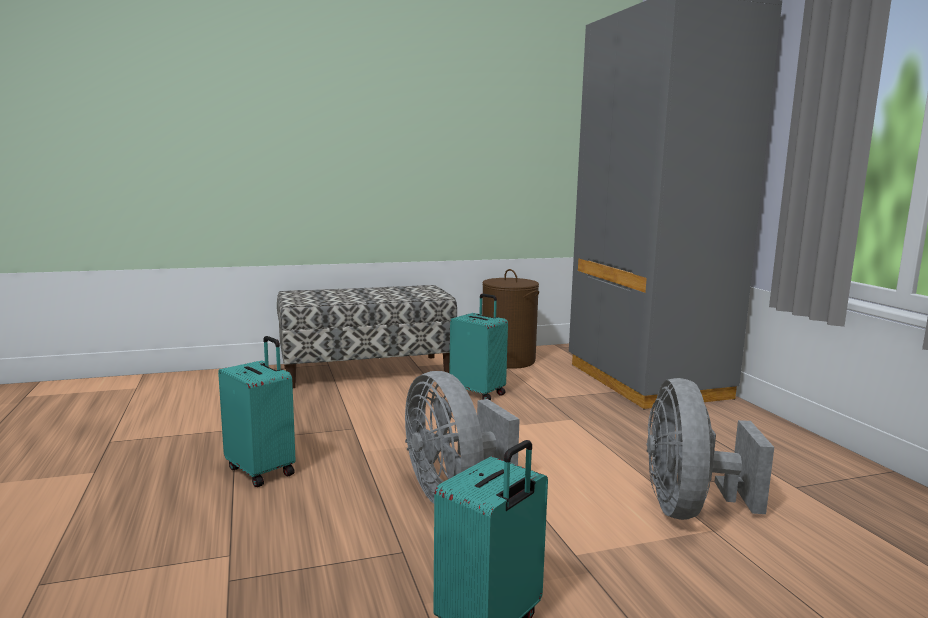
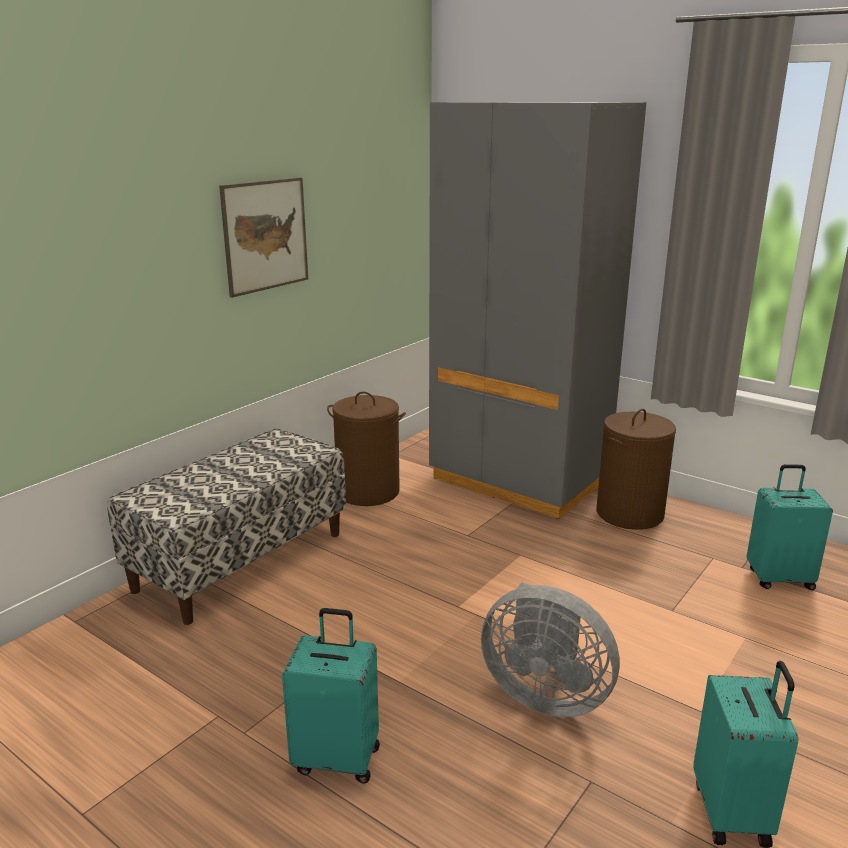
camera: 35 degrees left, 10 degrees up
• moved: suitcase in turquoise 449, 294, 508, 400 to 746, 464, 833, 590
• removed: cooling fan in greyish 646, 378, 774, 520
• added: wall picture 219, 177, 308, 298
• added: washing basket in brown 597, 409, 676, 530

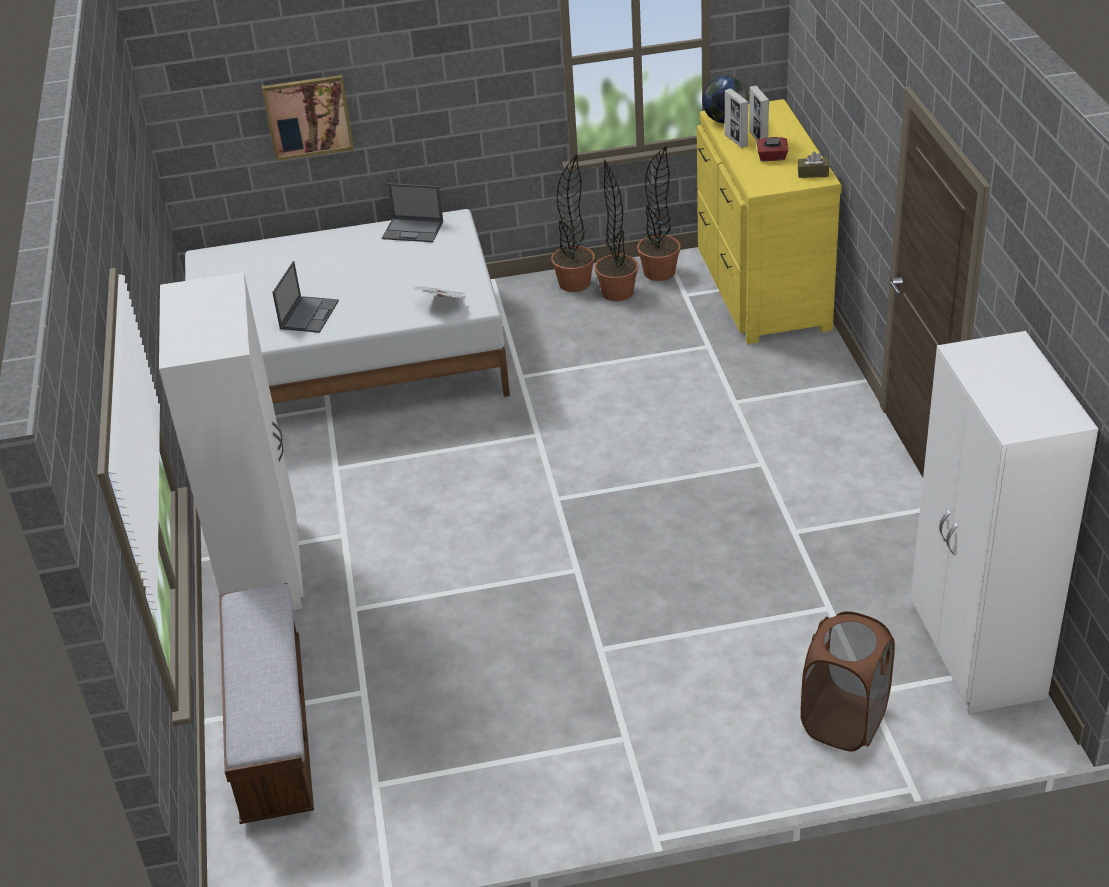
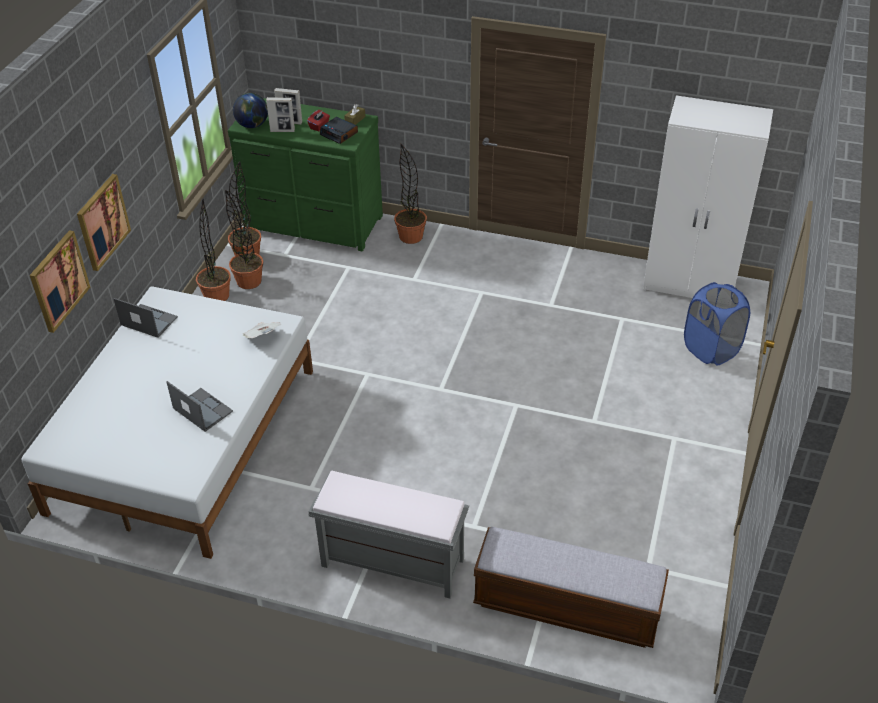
camera: 65 degrees left, 5 degrees up
• replaced: clothes cupboard in white-coloured 159, 272, 303, 610 to long seat in greyish 308, 471, 469, 599
• turned: notebook computer 382, 183, 443, 242 = 113, 298, 178, 338 105 degrees counterclockwise
• recoloured: chest of drawers in yellow-coloured 697, 99, 842, 344 to chest of drawers in green-coloured 228, 98, 383, 251
• recoloured: washing basket in brown 801, 611, 895, 752 to washing basket in blue-coloured 684, 282, 750, 366
• added: wall picture 77, 174, 131, 271
• added: table clock 320, 117, 358, 144
• added: houseplant 394, 144, 427, 244

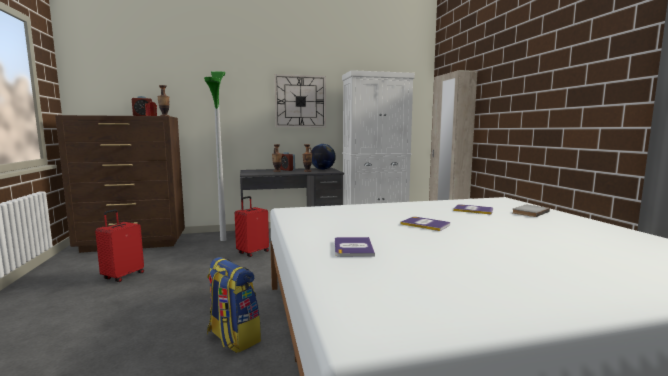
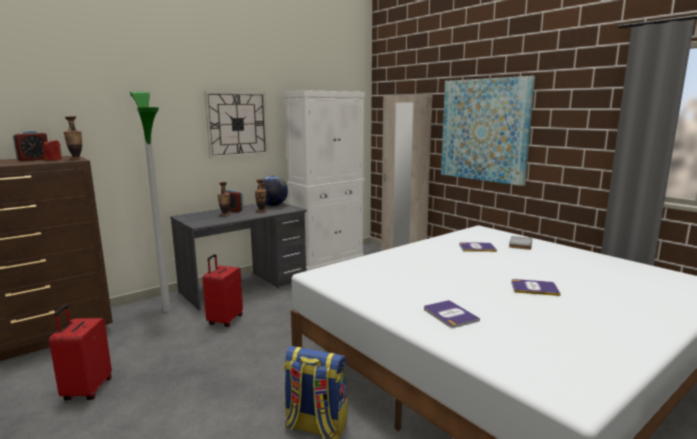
camera: 25 degrees left, 5 degrees up
• moved: bound book 400, 217, 450, 231 to 511, 279, 561, 296
• added: wall picture 441, 76, 535, 186

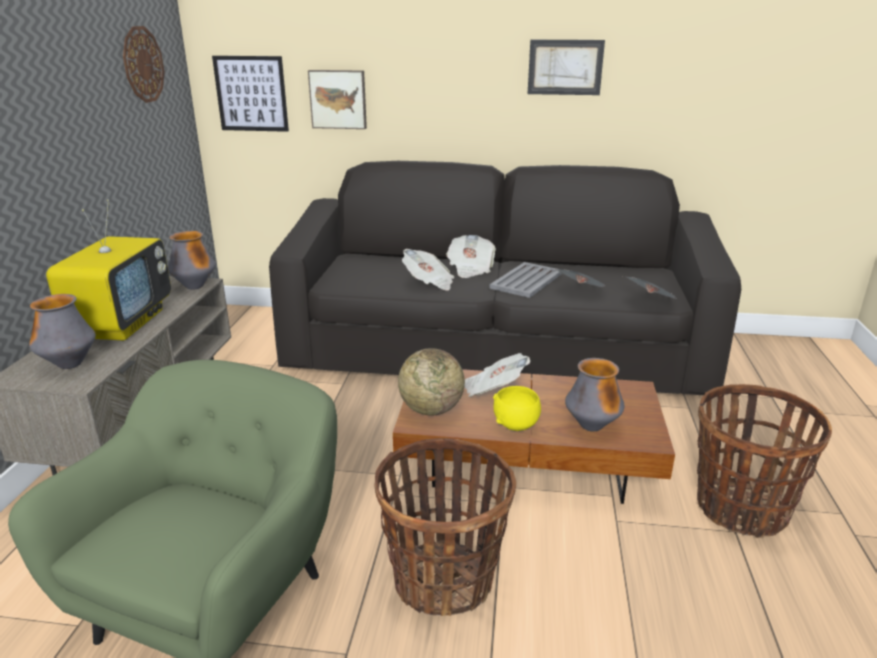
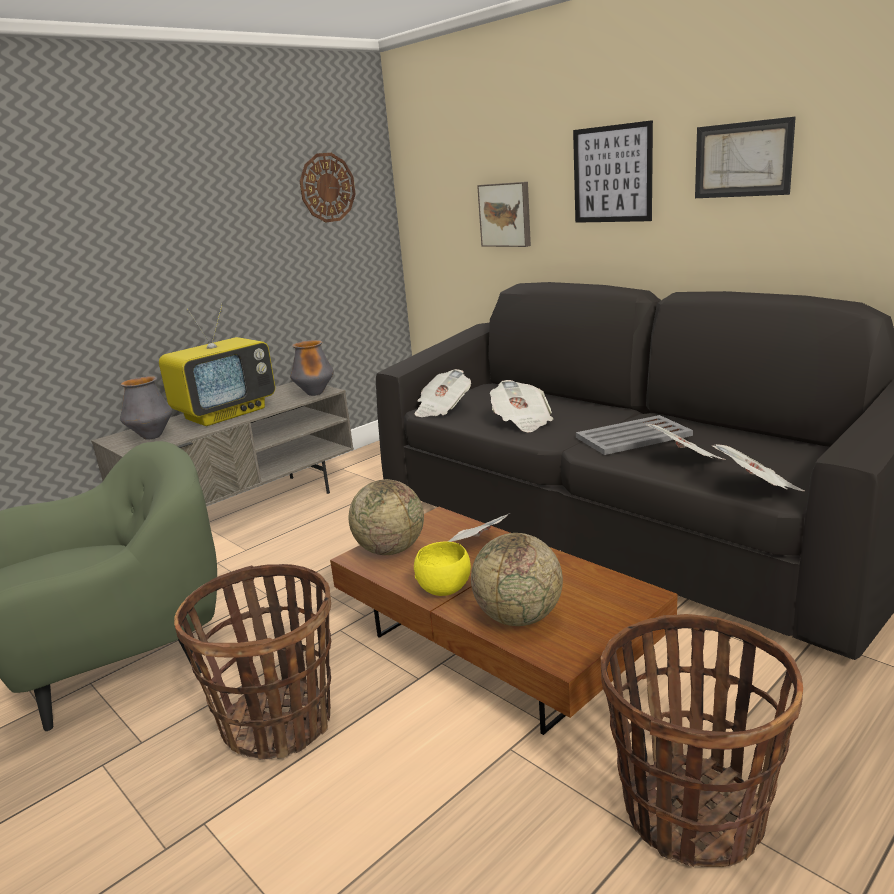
camera: 40 degrees right, 5 degrees down
• moved: wall picture 212, 56, 289, 132 to 573, 120, 653, 223
• moved: newspaper 446, 235, 496, 278 to 414, 369, 471, 417
• replaced: flower vase 565, 358, 625, 432 to desk globe 471, 533, 563, 626

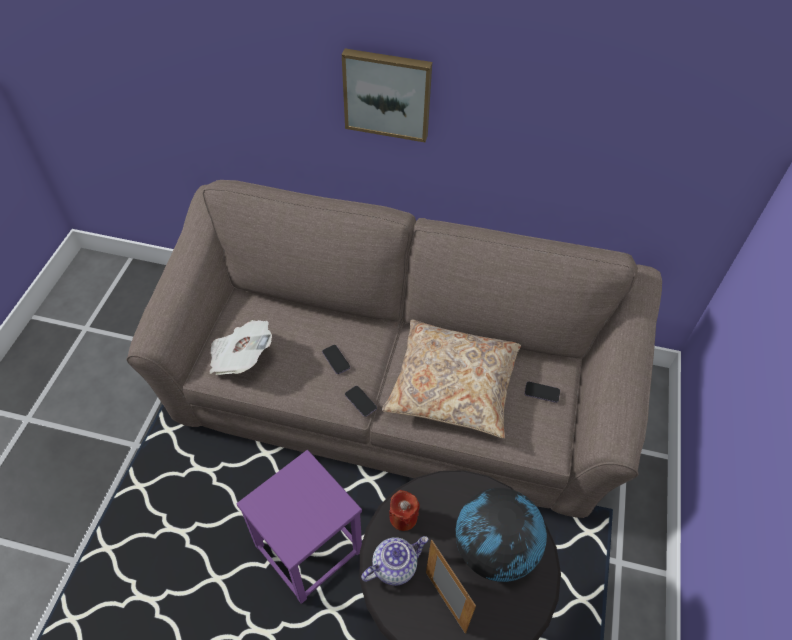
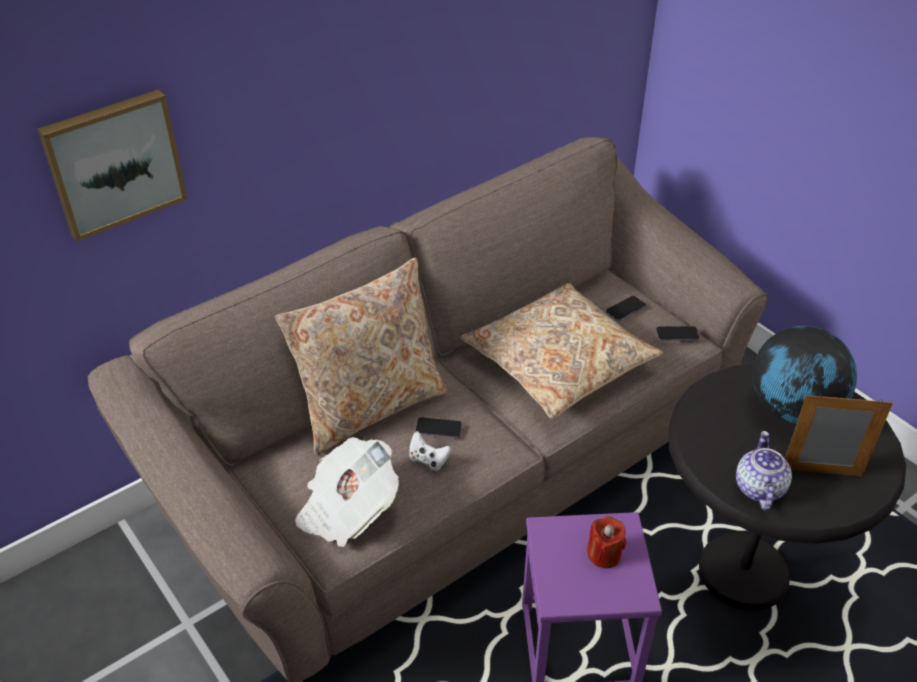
camera: 50 degrees left, 10 degrees down
• moved: wall picture 342, 49, 432, 142 to 37, 89, 188, 241
• moved: handset 345, 386, 377, 417 to 656, 326, 699, 341
• moved: wax light in reddish 389, 490, 420, 531 to 587, 516, 626, 568
• added: cushion in beige-coloured 275, 257, 447, 455
• added: joypad in white-coloured 409, 431, 452, 471

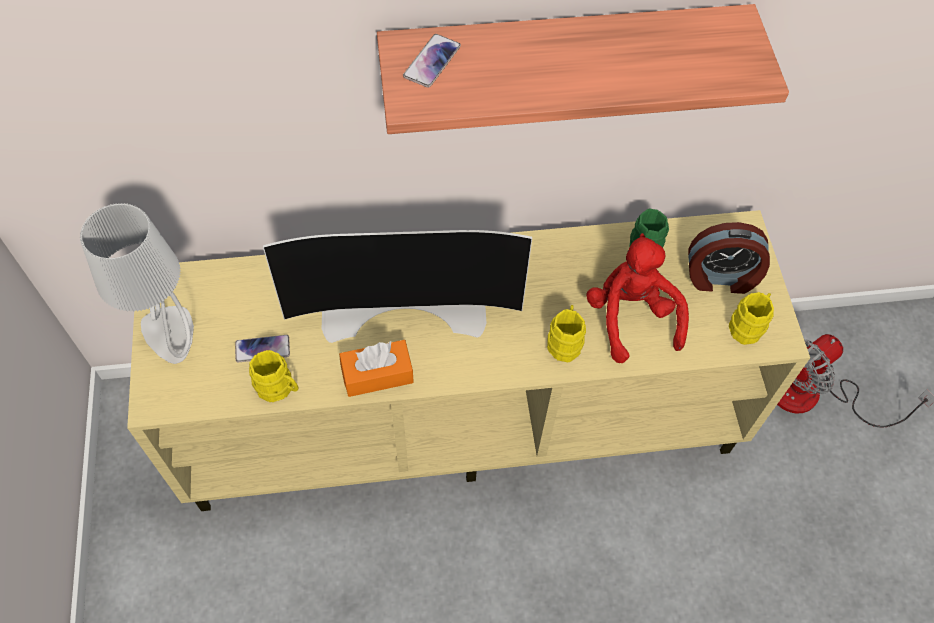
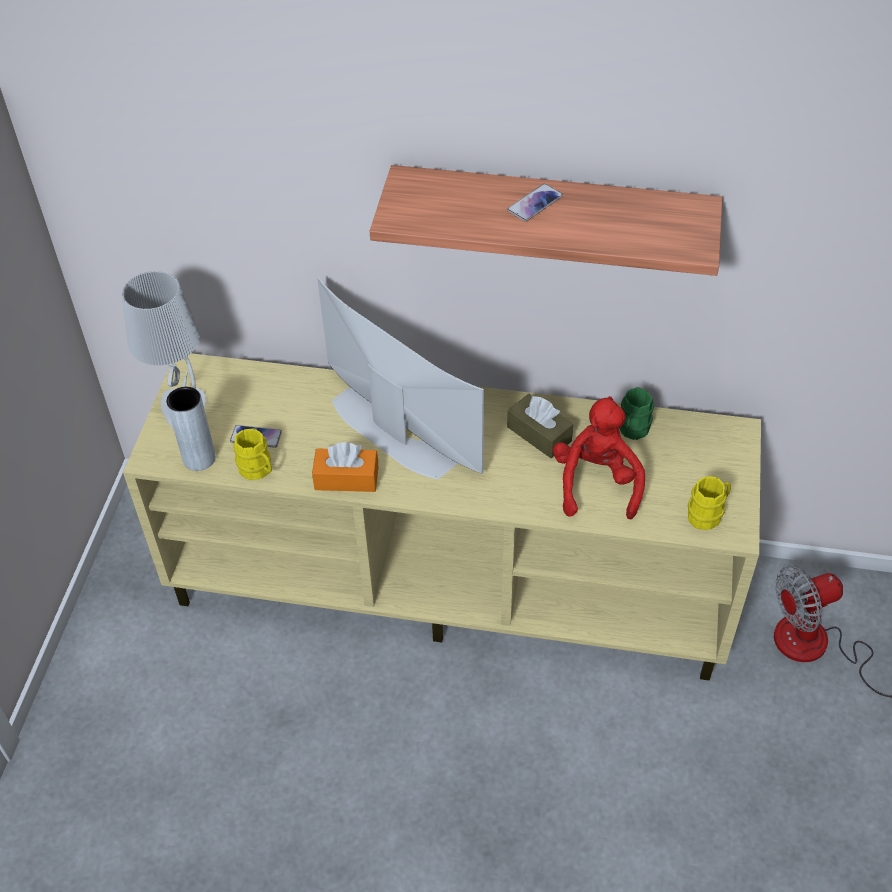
camera: 20 degrees right, 10 degrees down
• turned: TV 263, 230, 532, 343 = 317, 277, 484, 479 150 degrees counterclockwise
• moved: handset 403, 34, 461, 88 to 507, 184, 563, 221
• removed: mug in yellow-coloured 547, 305, 586, 362
• removed: table clock 688, 222, 770, 294
• added: flower vase in greyish 166, 387, 216, 471
• added: box of tissues in brown 507, 394, 573, 458

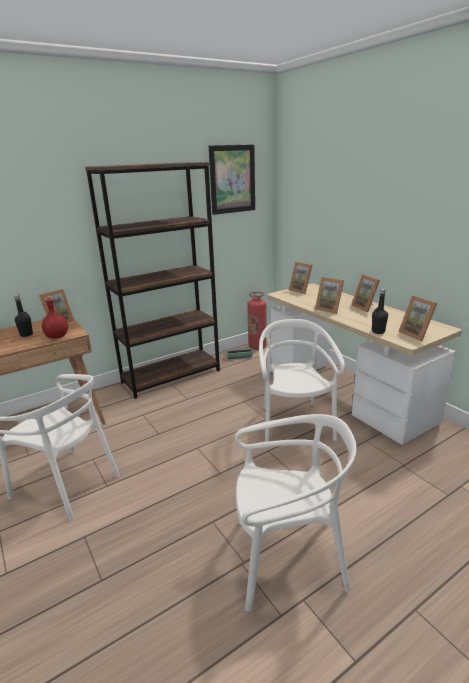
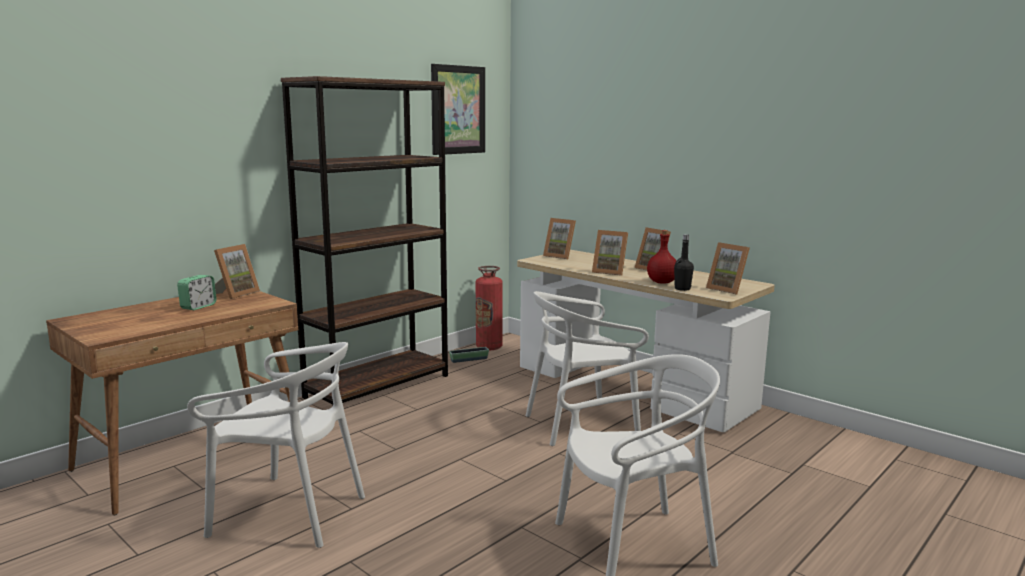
camera: 15 degrees left, 10 degrees down
• replaced: bottle in black 14, 295, 33, 337 to table clock 177, 275, 217, 310
• moved: bottle in reddish 42, 296, 68, 339 to 647, 230, 676, 284
• turned: upright chair in white-coloured 259, 319, 345, 442 = 526, 291, 649, 446 90 degrees counterclockwise

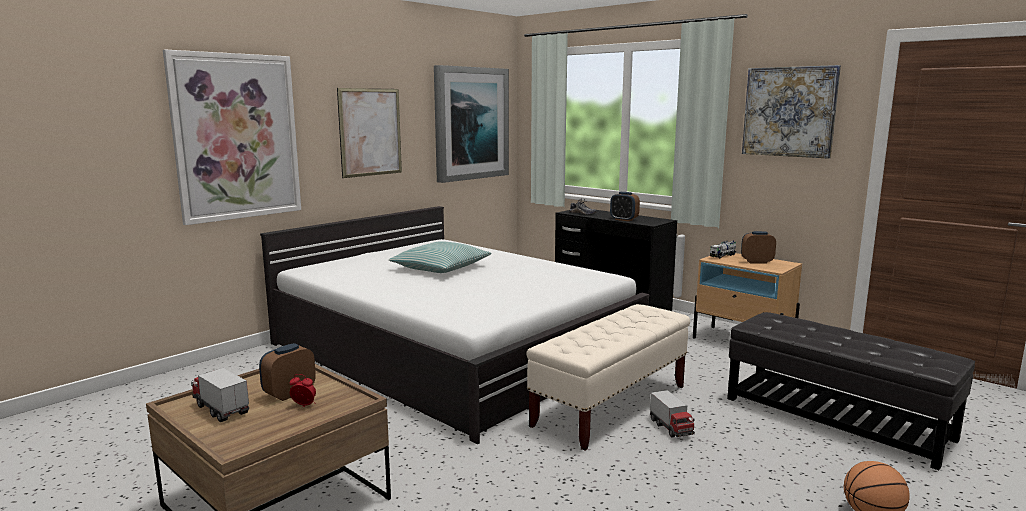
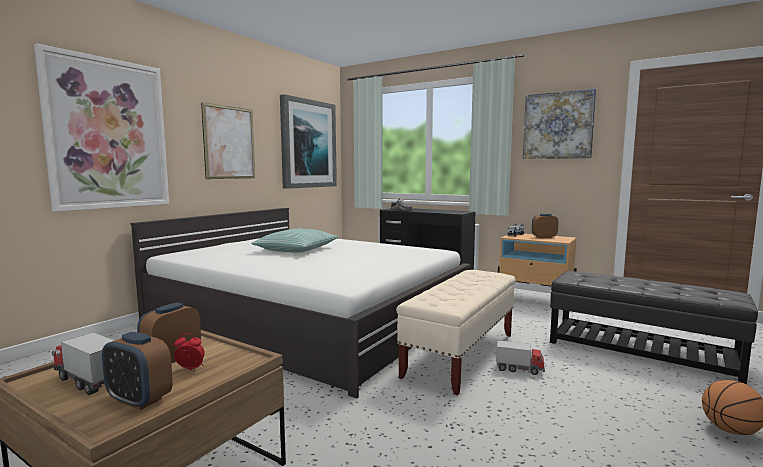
camera: 10 degrees left, 5 degrees down
• moved: table clock 610, 192, 640, 221 to 102, 332, 173, 410
• turned: toy lorry 650, 390, 695, 437 = 496, 340, 545, 375 45 degrees counterclockwise

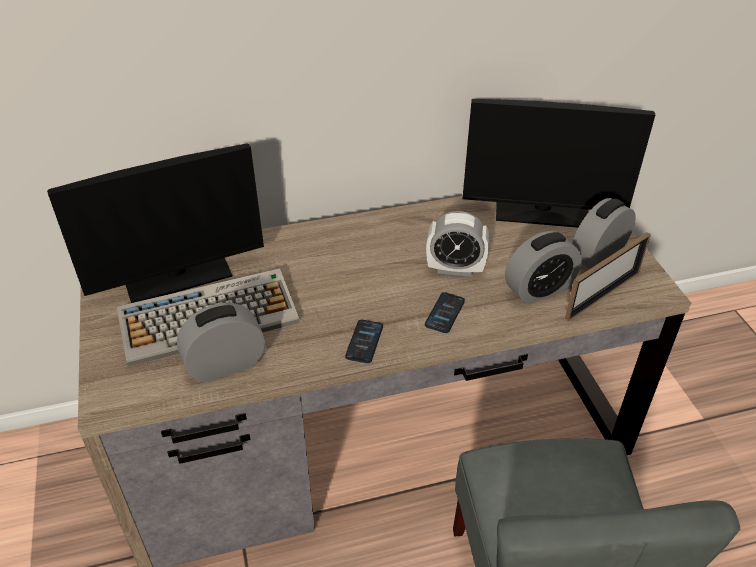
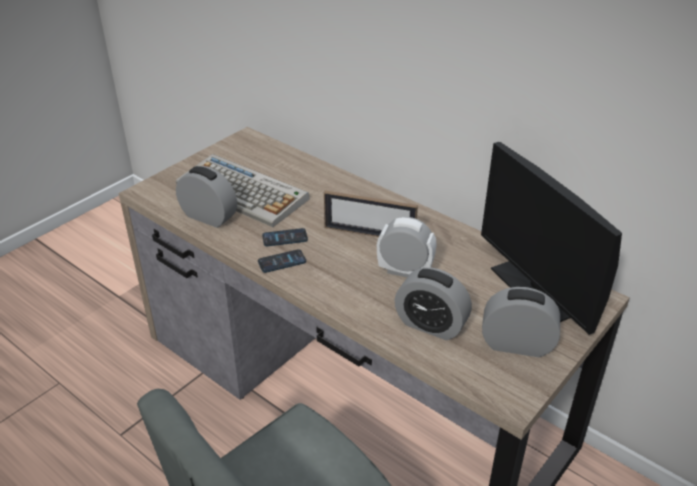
camera: 55 degrees right, 5 degrees down
• removed: monitor 47, 143, 264, 303
• moved: handset 425, 292, 465, 333 to 262, 228, 308, 246
• turned: table clock 426, 211, 489, 277 = 377, 217, 437, 277 135 degrees clockwise
• moved: standing frame 565, 232, 651, 321 to 324, 191, 418, 237

